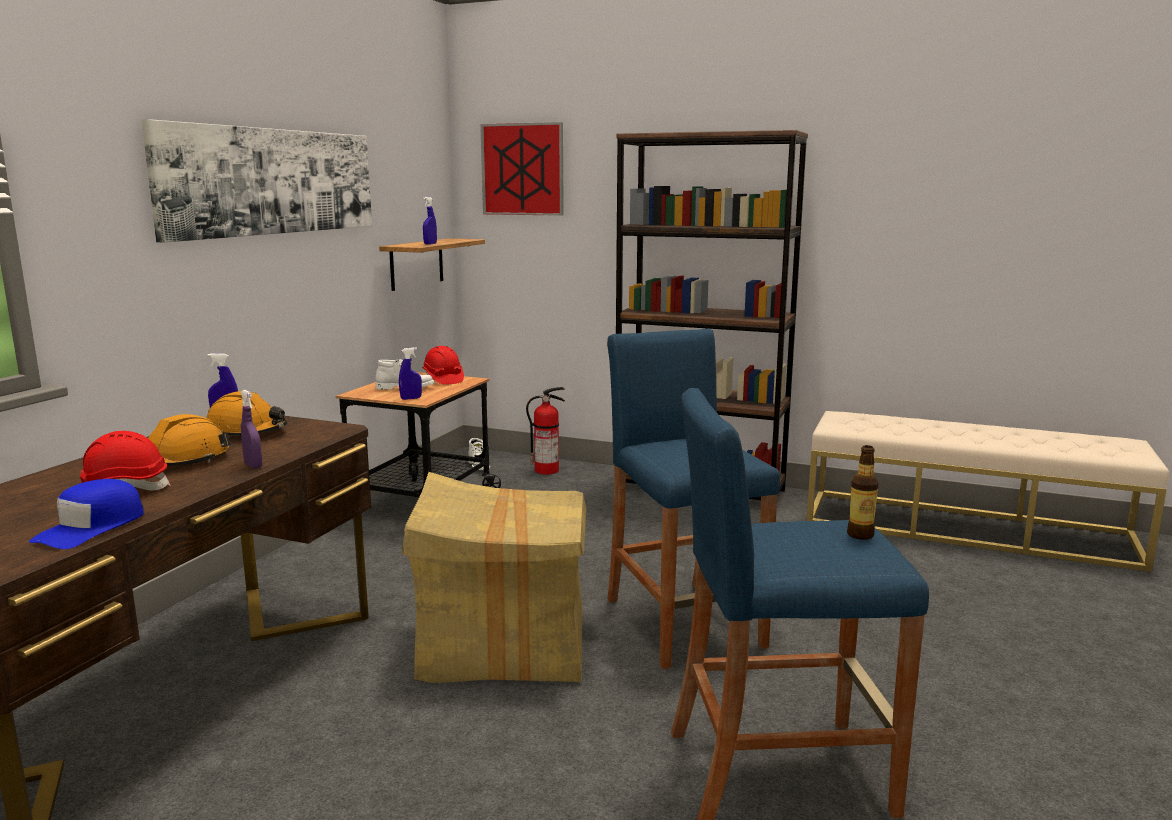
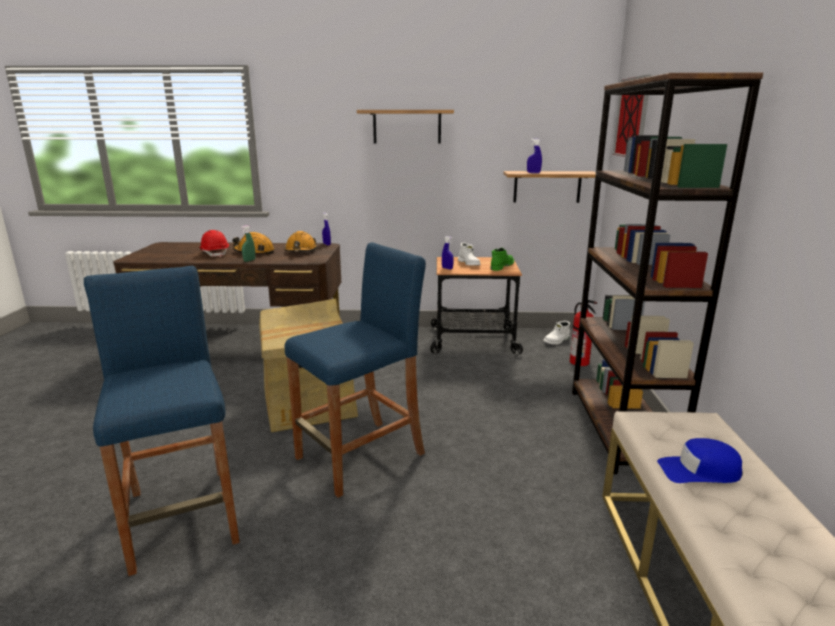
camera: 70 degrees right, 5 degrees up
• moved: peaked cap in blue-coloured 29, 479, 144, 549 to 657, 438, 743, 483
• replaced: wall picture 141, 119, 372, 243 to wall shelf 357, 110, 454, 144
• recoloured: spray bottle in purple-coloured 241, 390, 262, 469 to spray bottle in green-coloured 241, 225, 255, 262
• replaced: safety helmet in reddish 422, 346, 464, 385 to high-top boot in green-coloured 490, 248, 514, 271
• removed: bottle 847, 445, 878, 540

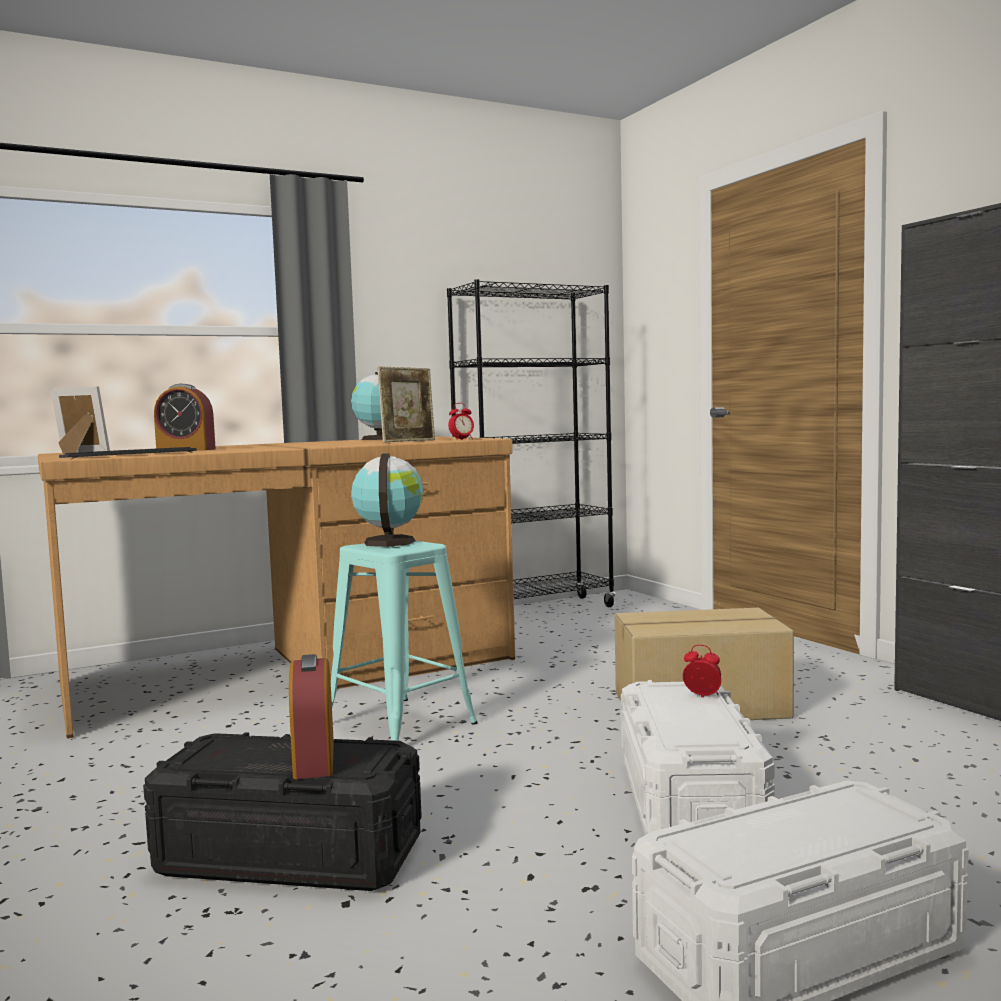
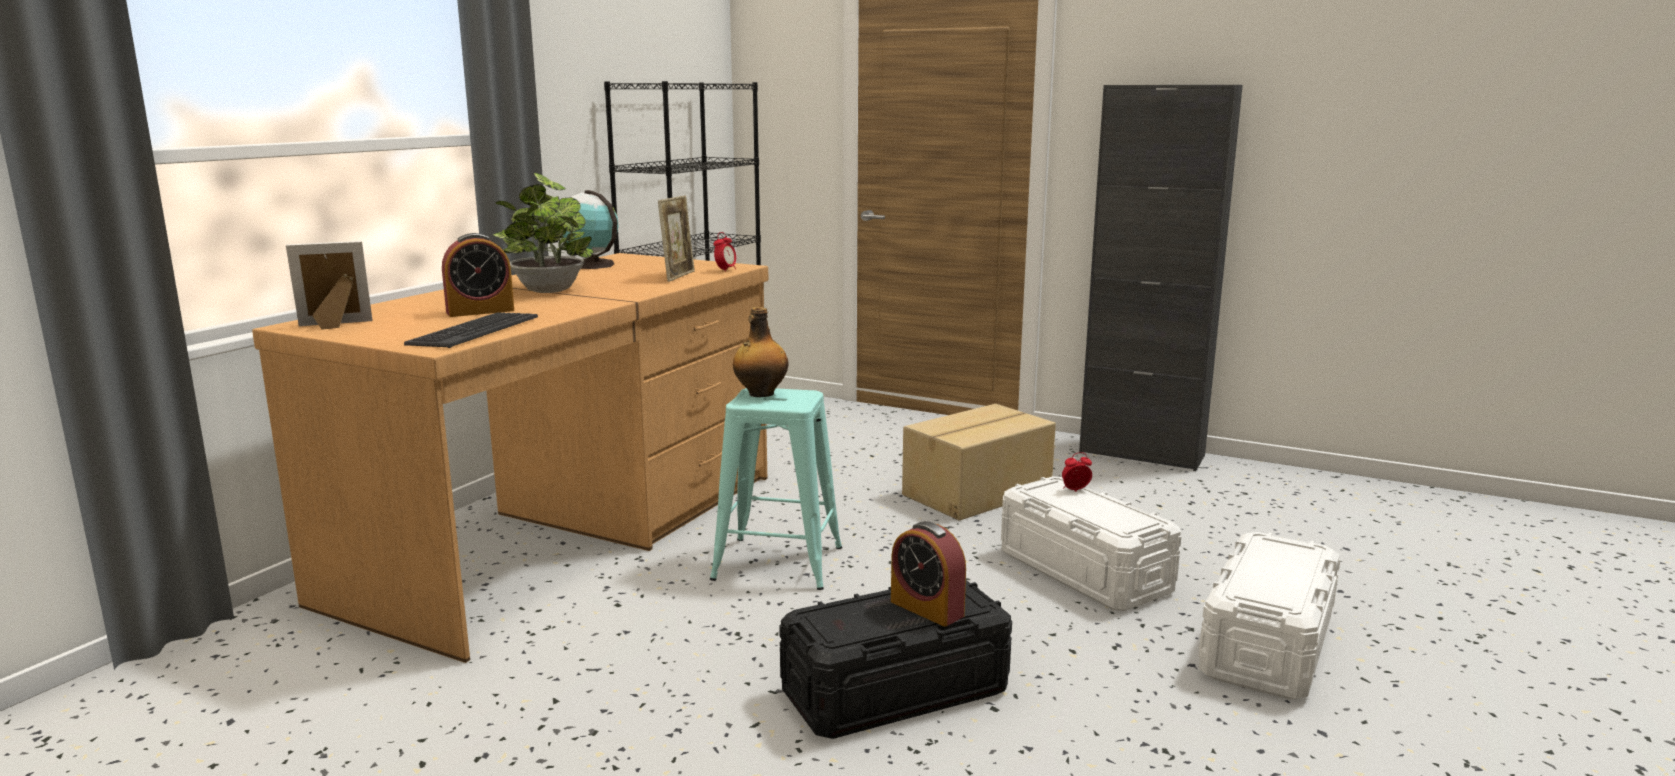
camera: 35 degrees left, 10 degrees up
• replaced: desk globe 351, 453, 423, 547 to bottle 733, 307, 789, 397
• added: houseplant 493, 172, 594, 293

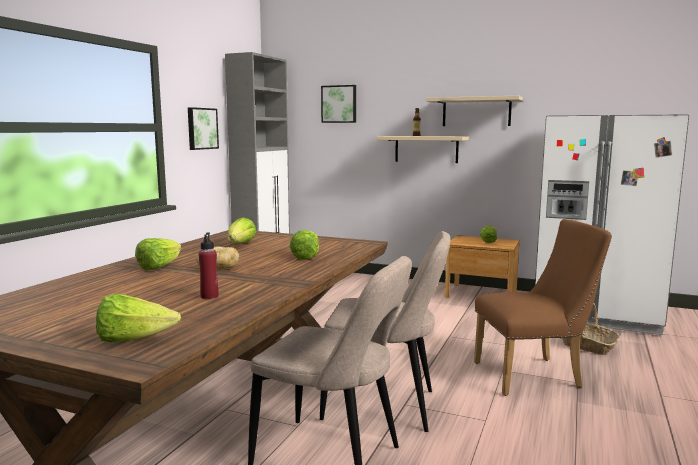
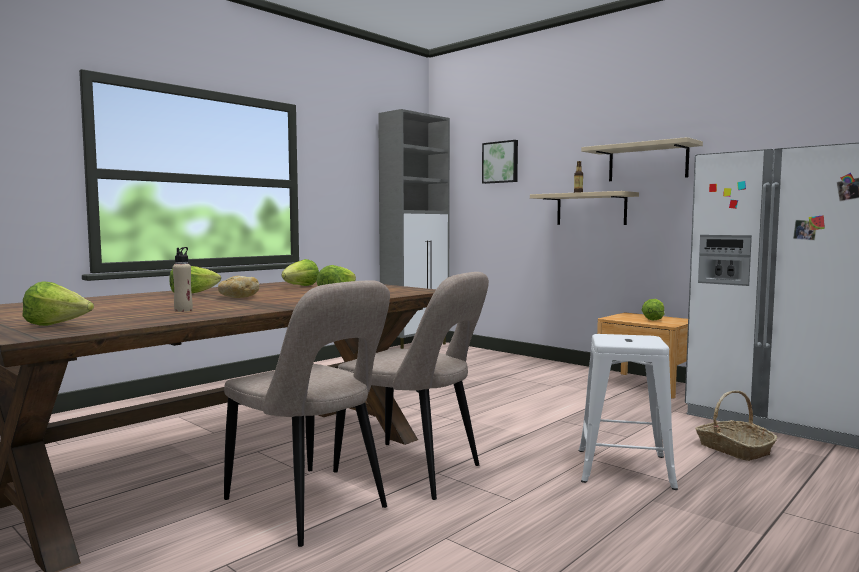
camera: 20 degrees right, 5 degrees down
• removed: wall picture 188, 107, 219, 150
• recoloured: bottle in reddish 199, 232, 218, 299 to bottle in beige-coloured 173, 247, 193, 312
• replaced: upright chair in brown 474, 219, 612, 396 to stool seat in white-coloured 579, 334, 678, 490

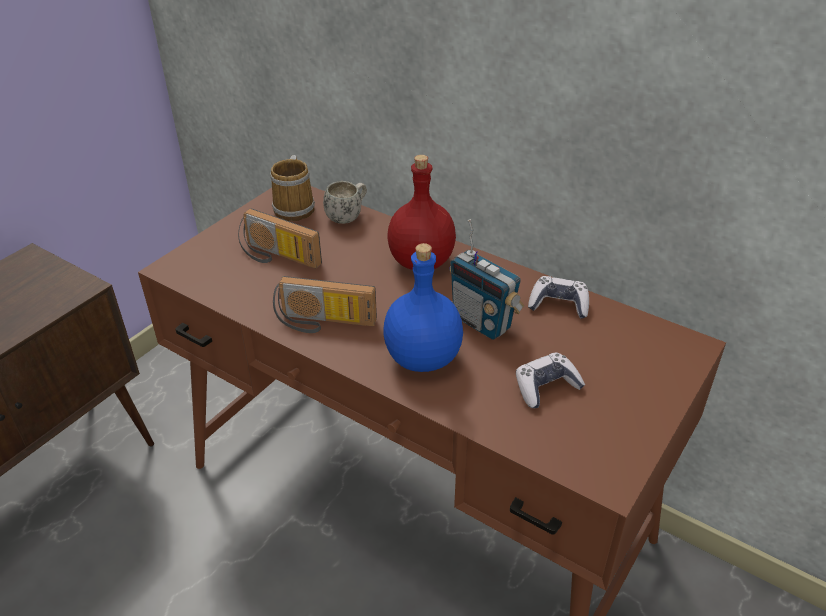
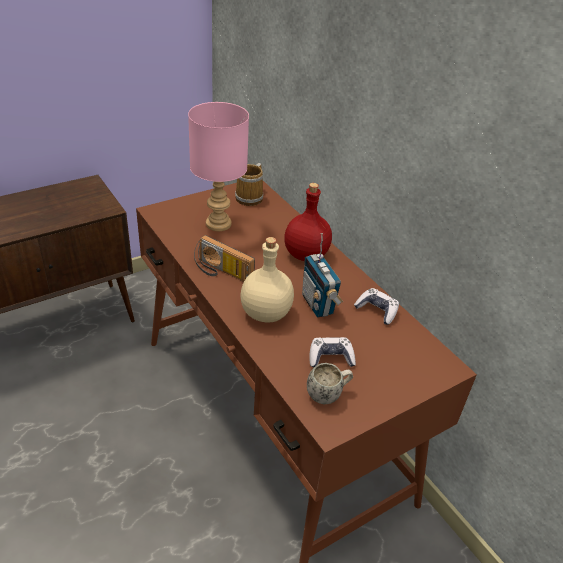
camera: 20 degrees right, 0 degrees up
• replaced: radio 238, 208, 322, 269 to lamp for a table in pink-coloured 188, 102, 249, 231
• moved: mug in white-coloured 323, 181, 367, 224 to 307, 363, 353, 404
• recoloured: bottle in blue-coloured 383, 243, 463, 372 to bottle in beige-coloured 241, 237, 294, 322

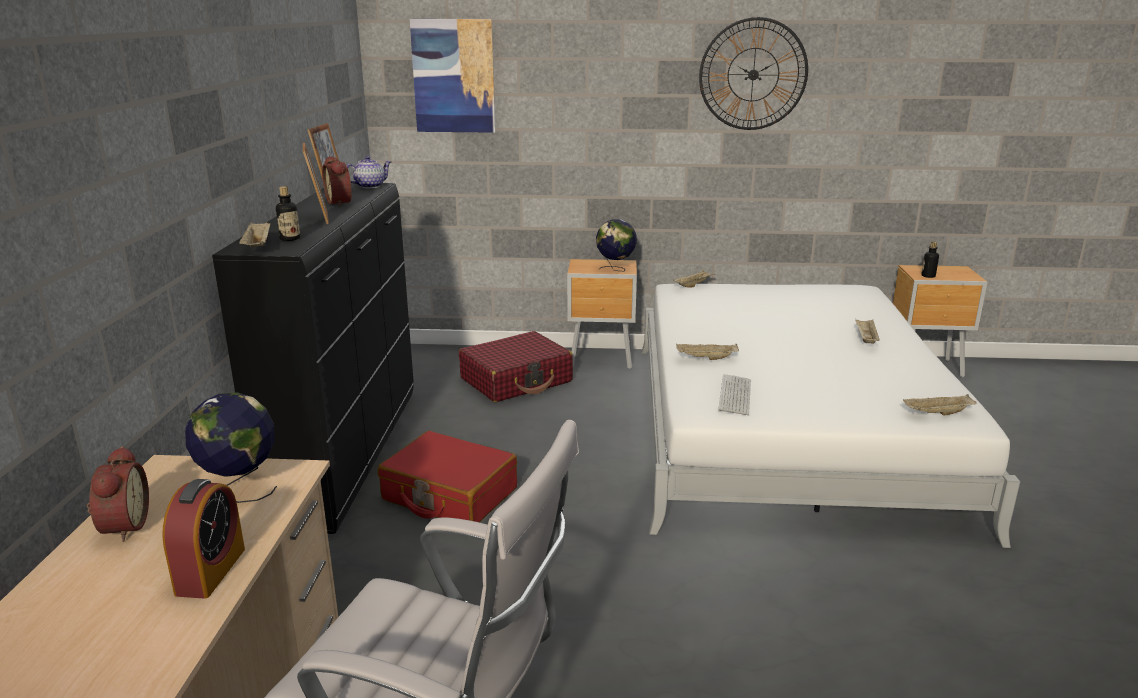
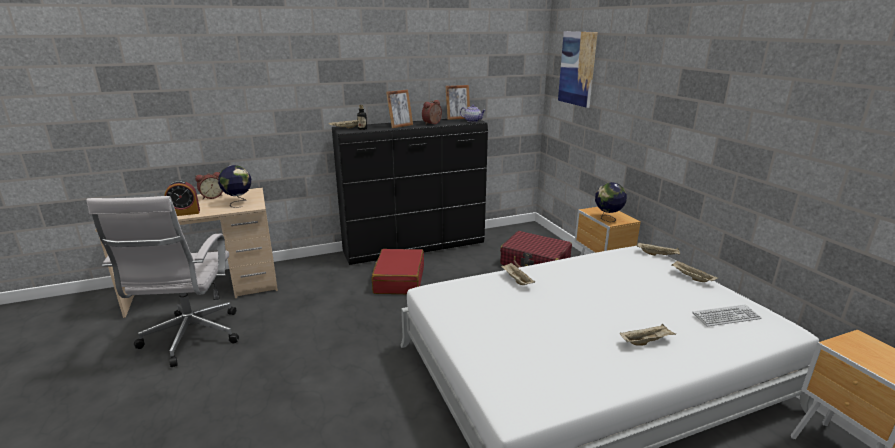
camera: 65 degrees right, 0 degrees up
• removed: wall clock 699, 17, 808, 130
• moved: PC keyboard 718, 374, 751, 415 to 692, 305, 761, 327
• moved: carrying tray in beige-coloured 903, 394, 977, 415 to 671, 260, 718, 282
• removed: bottle 921, 241, 939, 278

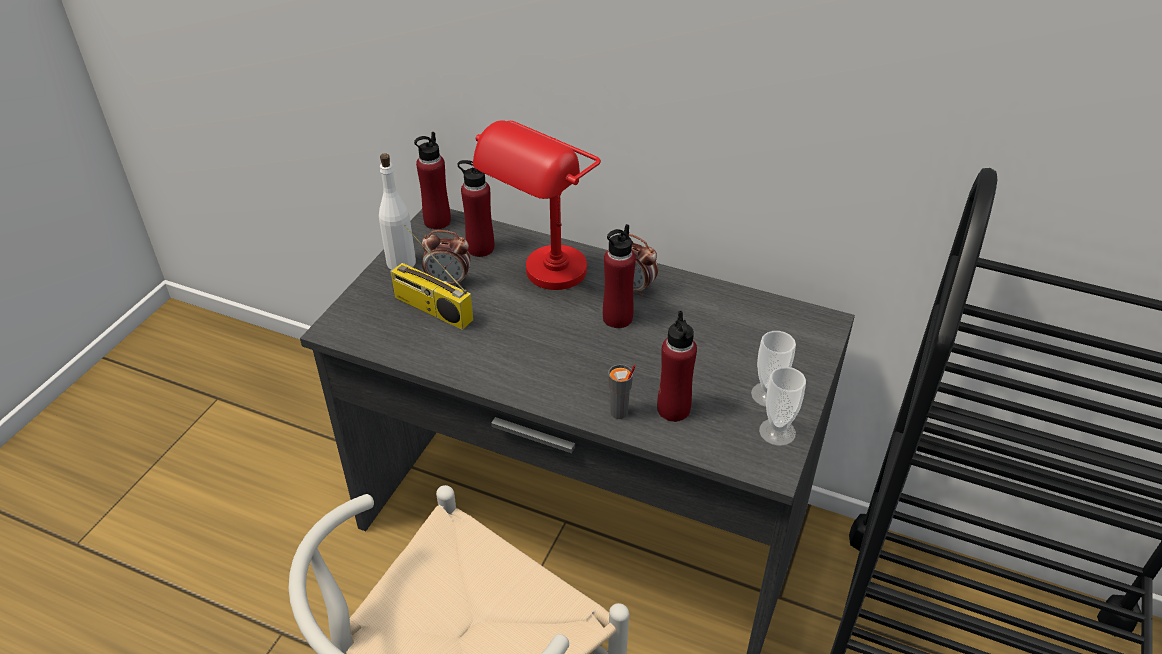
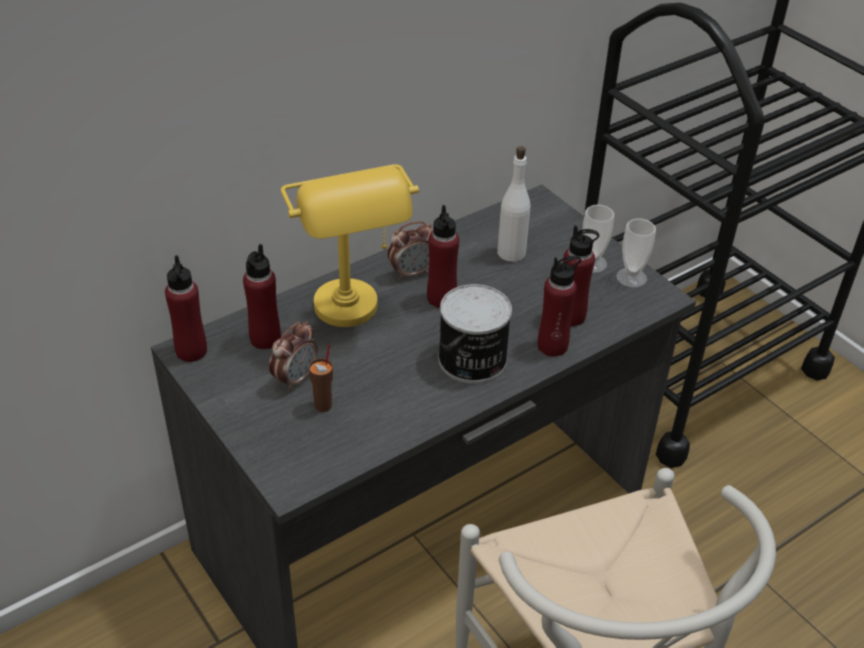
camera: 60 degrees left, 0 degrees up
• moved: bottle in white-coloured 379, 153, 416, 270 to 497, 146, 530, 262
• replaced: radio 390, 225, 473, 330 to drinking cup in brown 309, 344, 333, 412
• recoloured: lamp for a table in reddish 473, 121, 601, 290 to lamp for a table in yellow-coloured 281, 164, 419, 327
• replaced: drinking cup in greyish 608, 364, 636, 419 to bottle in reddish 538, 255, 581, 357
• added: can 438, 284, 512, 384

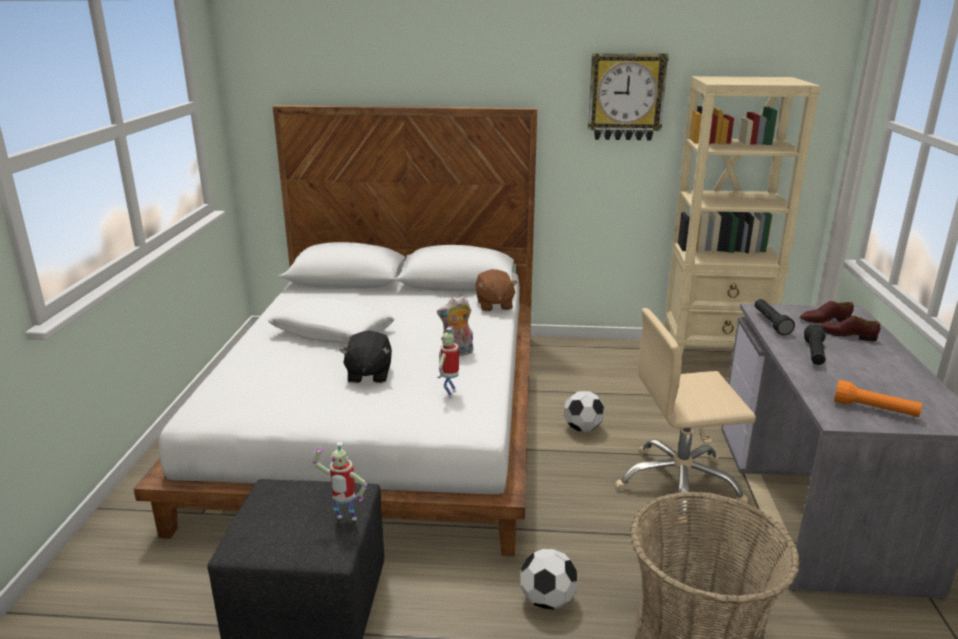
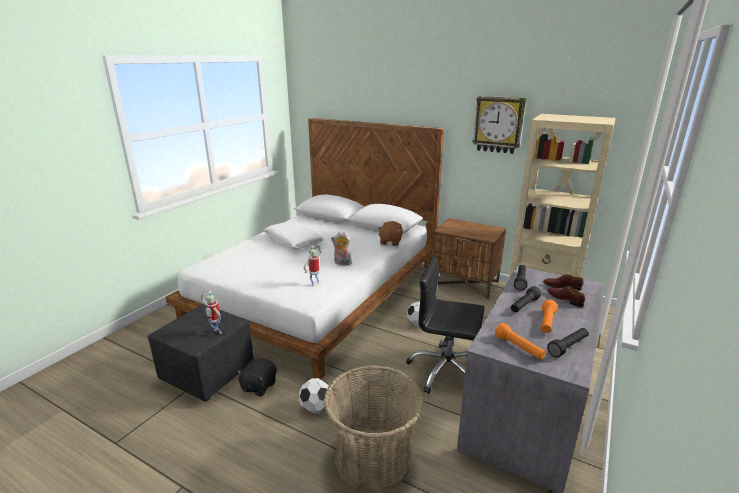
camera: 25 degrees right, 0 degrees up
• moved: plush toy in black 340, 331, 392, 383 to 237, 358, 277, 397
• recoloured: desk chair in beige-coloured 615, 308, 756, 525 to desk chair in black 406, 256, 485, 394
• added: night table in brown 432, 218, 506, 299
• added: hand torch in orange-coloured 542, 300, 557, 333
• added: hand torch in black 547, 328, 589, 357

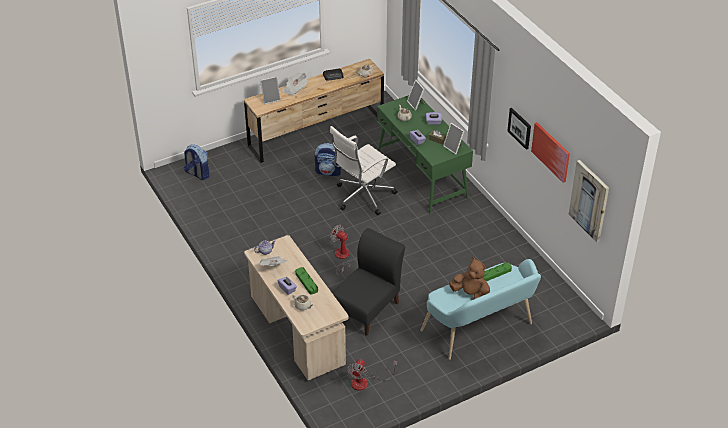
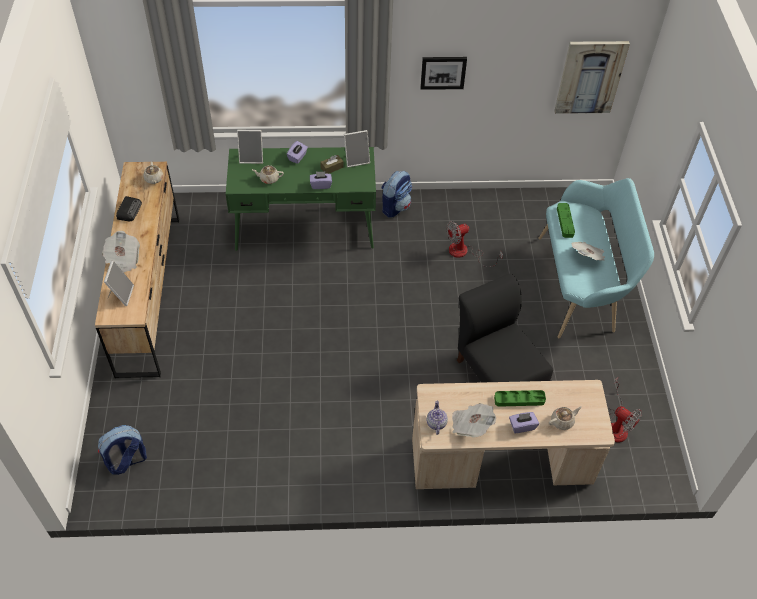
camera: 65 degrees left, 10 degrees up
• moved: knapsack 315, 143, 341, 177 to 381, 171, 412, 217
• removed: desk chair in white-coloured 330, 126, 398, 215
• moved: cooling fan 330, 225, 351, 276 to 447, 221, 503, 267
• replaced: plush toy in brown 449, 257, 490, 299 to newspaper 572, 242, 605, 261
• removed: wall picture 531, 122, 570, 183

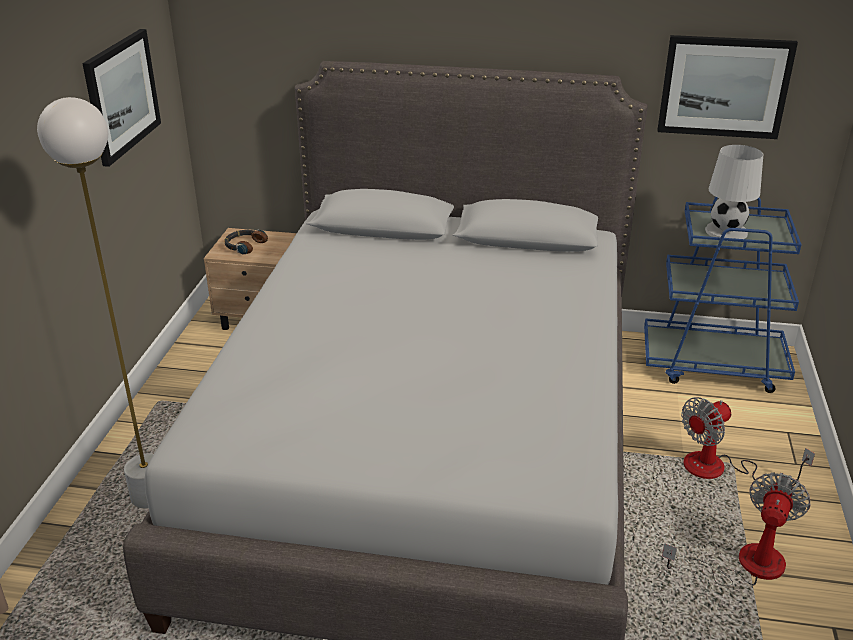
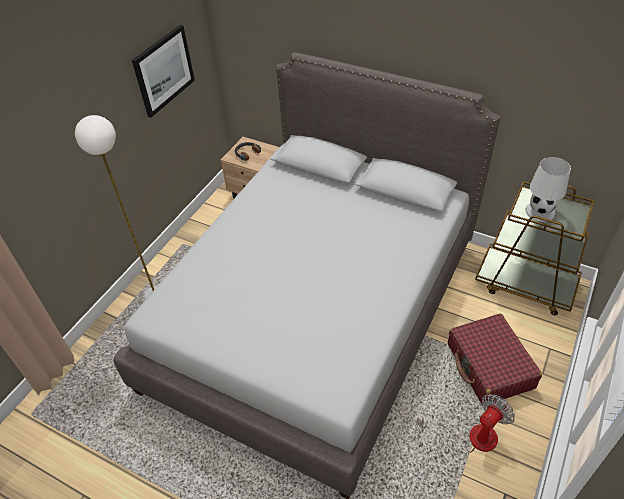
camera: 20 degrees right, 15 degrees up
• recoloured: wheeled cart in blue-coloured 644, 196, 802, 393 to wheeled cart in brown 475, 181, 594, 315
• removed: wall picture 658, 35, 798, 139
• replaced: cooling fan 681, 397, 815, 488 to suitcase in reddish 448, 314, 542, 406

